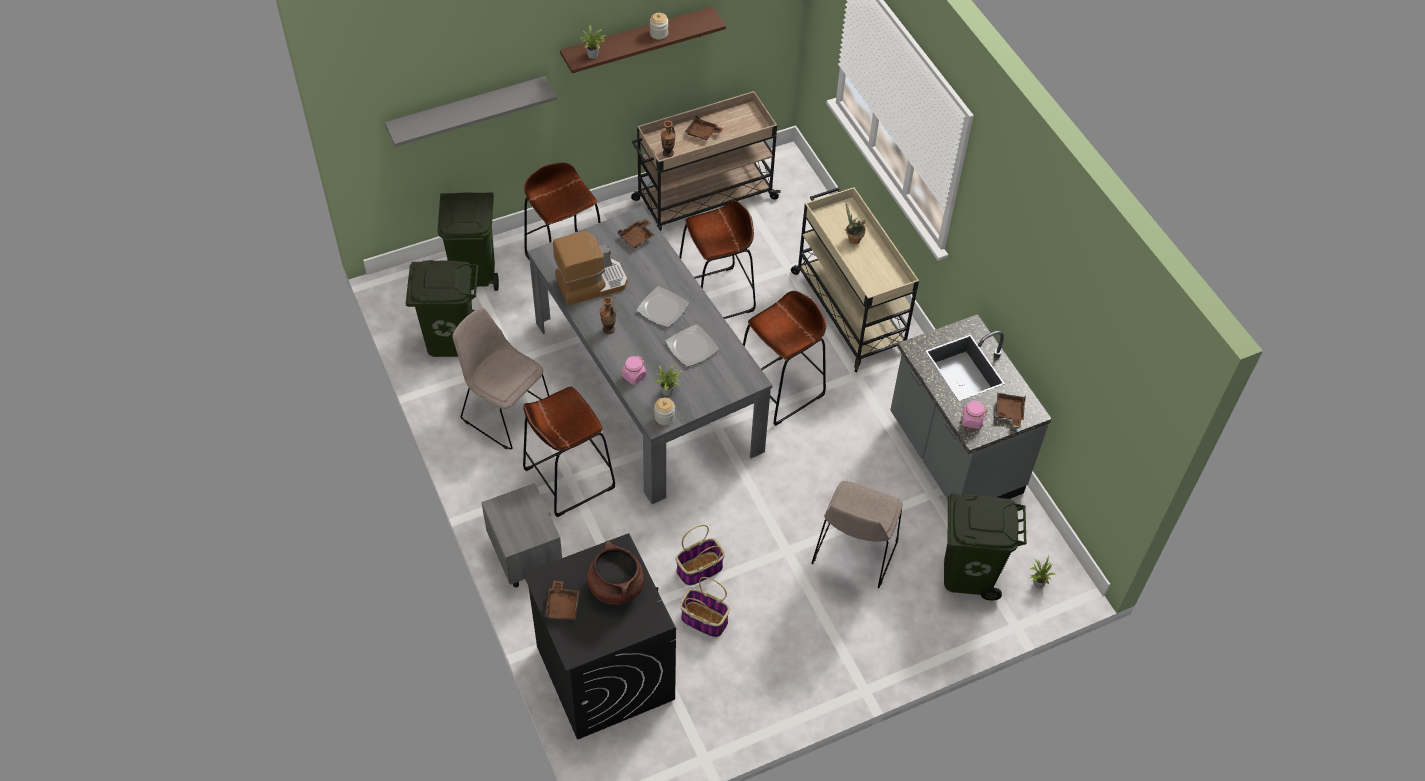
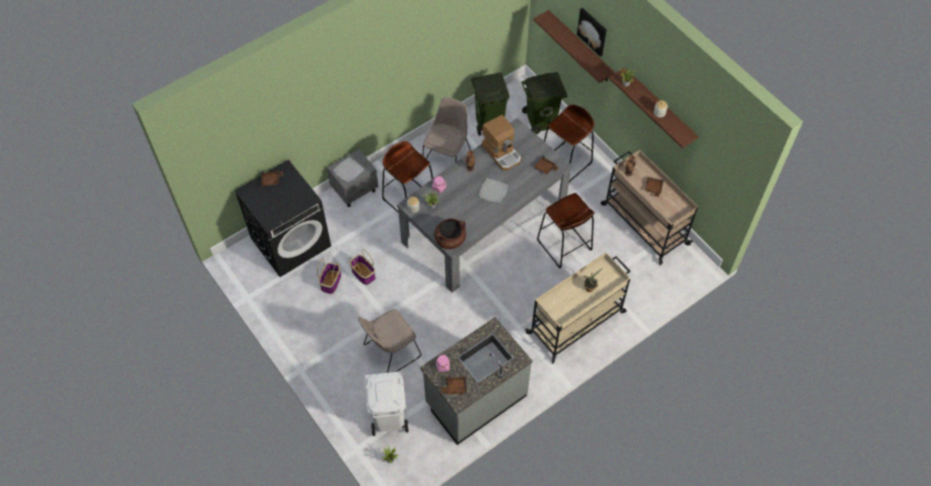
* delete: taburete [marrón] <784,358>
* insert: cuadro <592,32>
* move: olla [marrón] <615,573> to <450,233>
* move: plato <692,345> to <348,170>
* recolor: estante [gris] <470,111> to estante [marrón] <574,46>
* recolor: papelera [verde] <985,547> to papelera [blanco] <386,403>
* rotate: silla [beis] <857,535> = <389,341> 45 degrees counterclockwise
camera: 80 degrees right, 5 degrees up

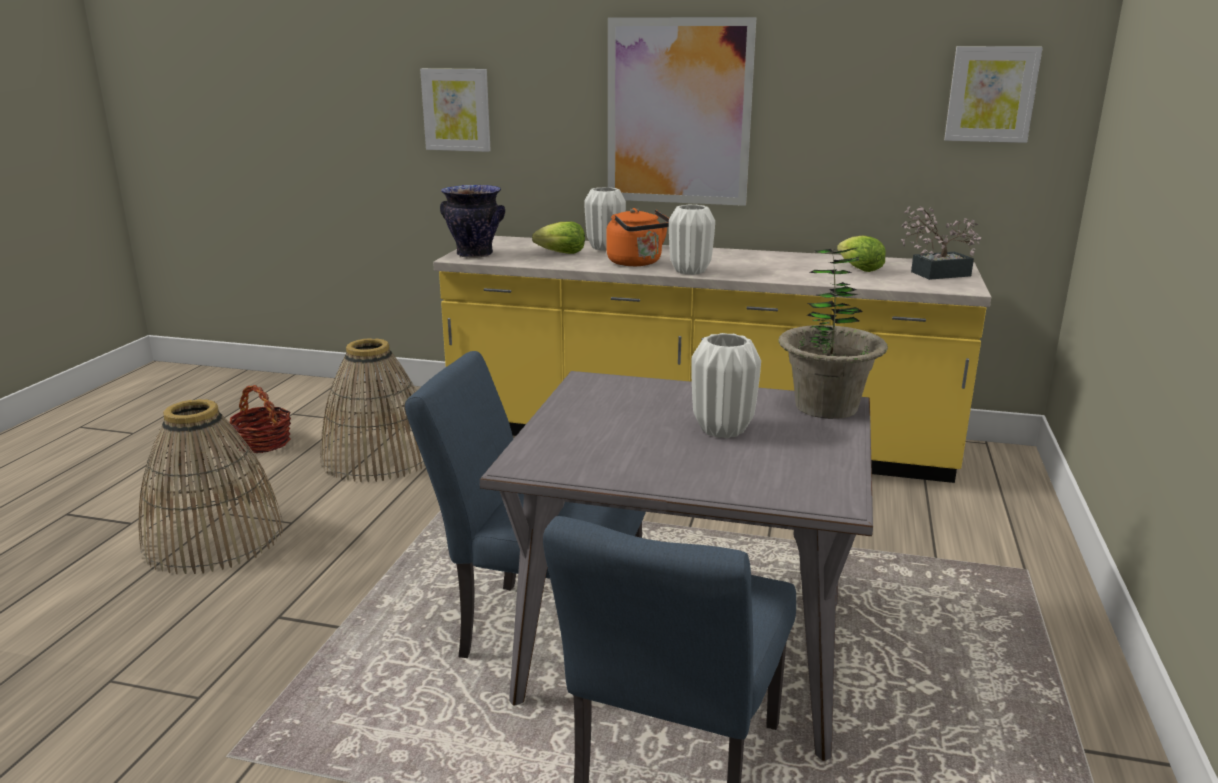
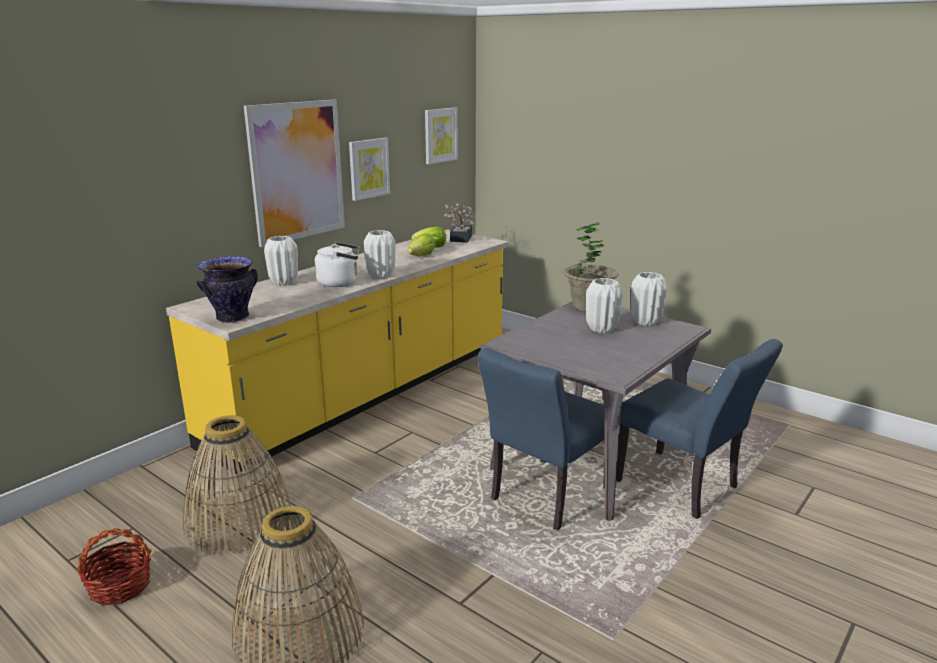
* insert: florero [blanco] <649,299>
* move: cuadro <455,110> to <369,169>
* move: lechuga <558,237> to <422,244>
* recolor: hervidor [naranja] <637,237> to hervidor [blanco] <337,264>
camera: 65 degrees left, 0 degrees up

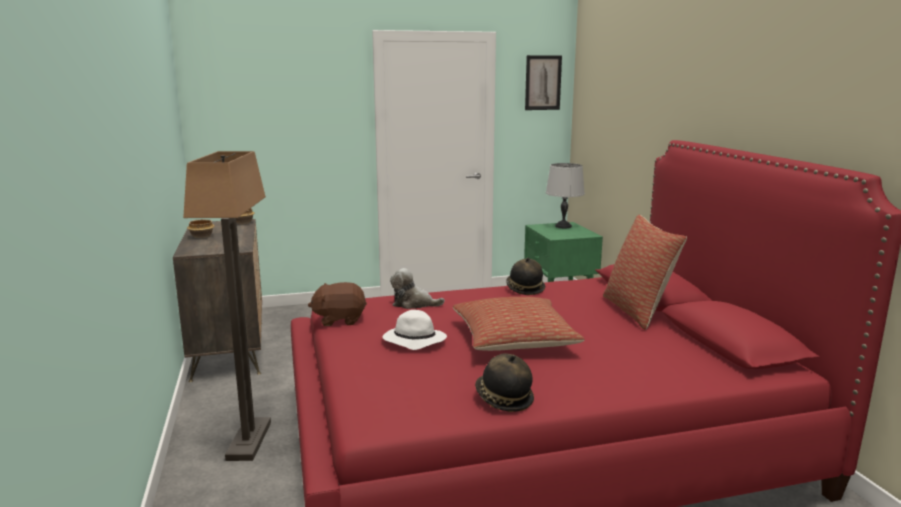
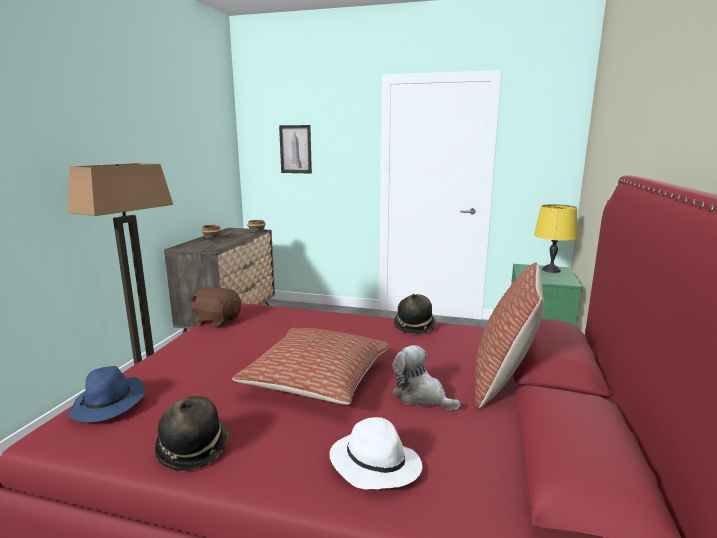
* insert: sombrero [azul] <106,394>
* move: sombrero [blanco] <414,330> to <376,453>
* move: peluche <417,288> to <426,377>
* move: cuadro <543,82> to <295,149>
* recolor: lámpara de mesa [gris] <565,195> to lámpara de mesa [amarillo] <556,238>
camera: 30 degrees right, 0 degrees up

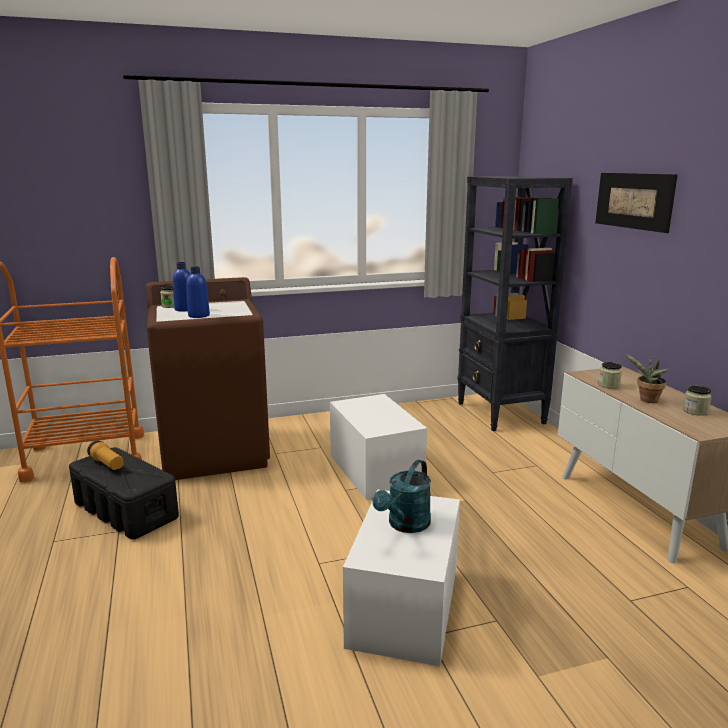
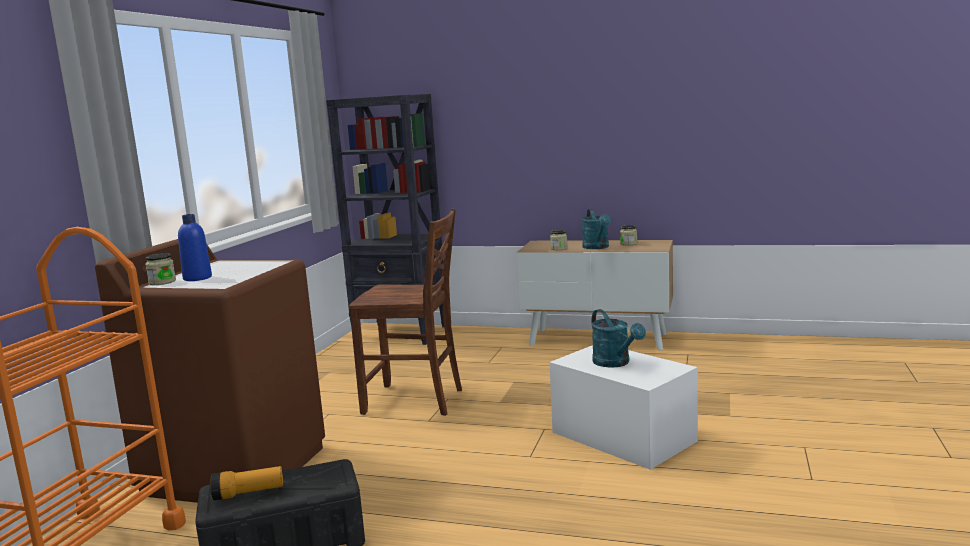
* delete: botella [azul] <198,292>
* delete: cuadro <636,203>
* replace: caja de almacenaje [blanco] <378,446> to silla [marrón] <405,312>
* replace: planta en maceta <647,378> to regadera [turquesa] <596,229>
camera: 55 degrees left, 5 degrees down

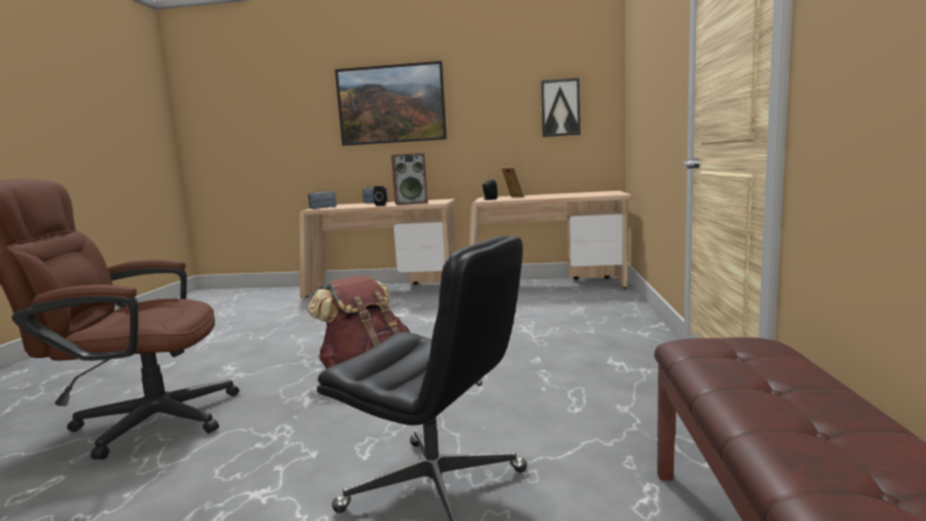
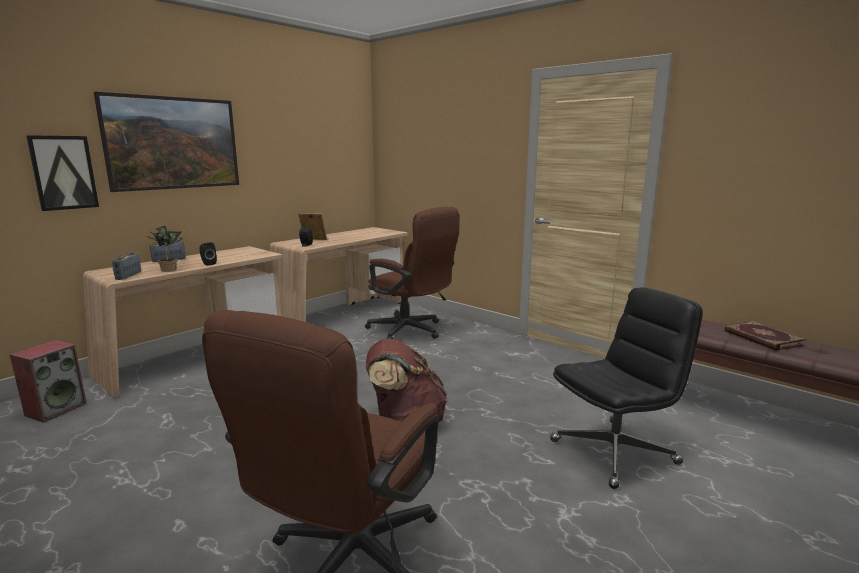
* insert: planta en maceta <165,249>
* insert: silla de oficina [marrón] <412,273>
* insert: libro <765,336>
* move: altavoz <409,179> to <48,381>
* move: cuadro <560,107> to <62,173>
camera: 55 degrees left, 5 degrees up

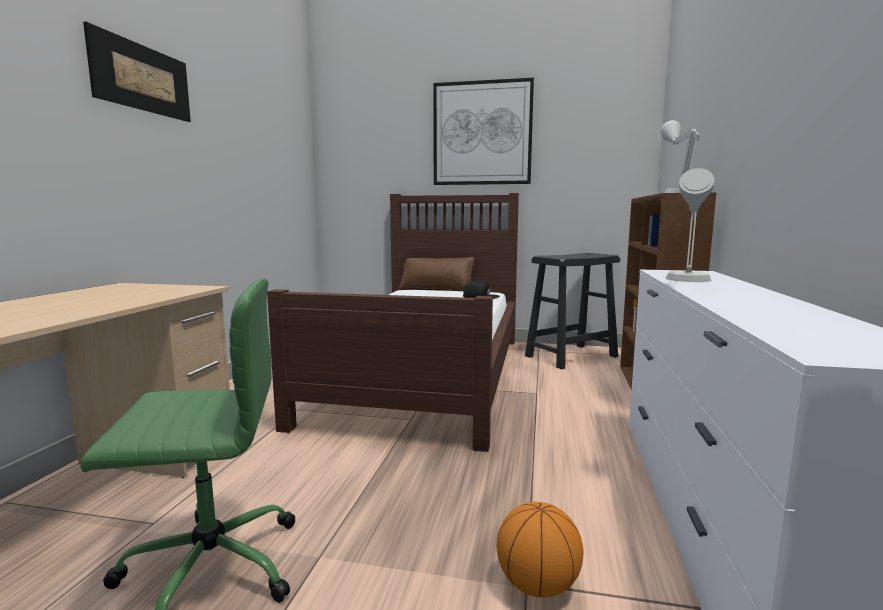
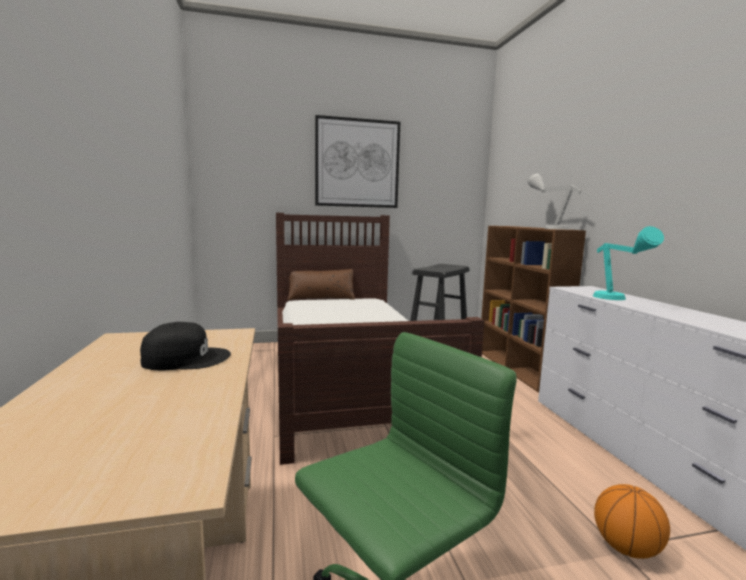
* delete: cuadro <137,72>
* move: gorra [negro] <481,289> to <185,346>
* recolor: lámpara de mesa [gris] <689,225> to lámpara de mesa [turquesa] <628,263>
camera: 25 degrees left, 0 degrees up

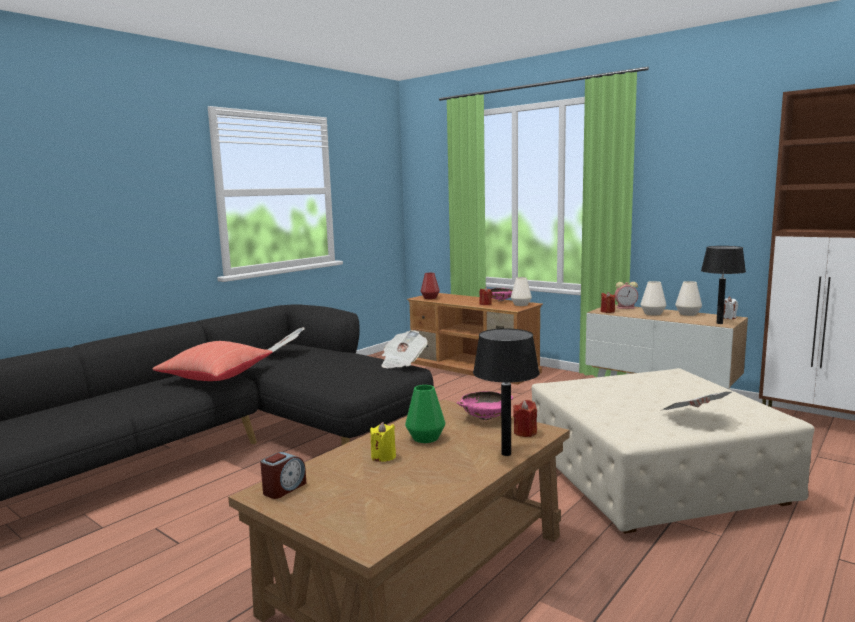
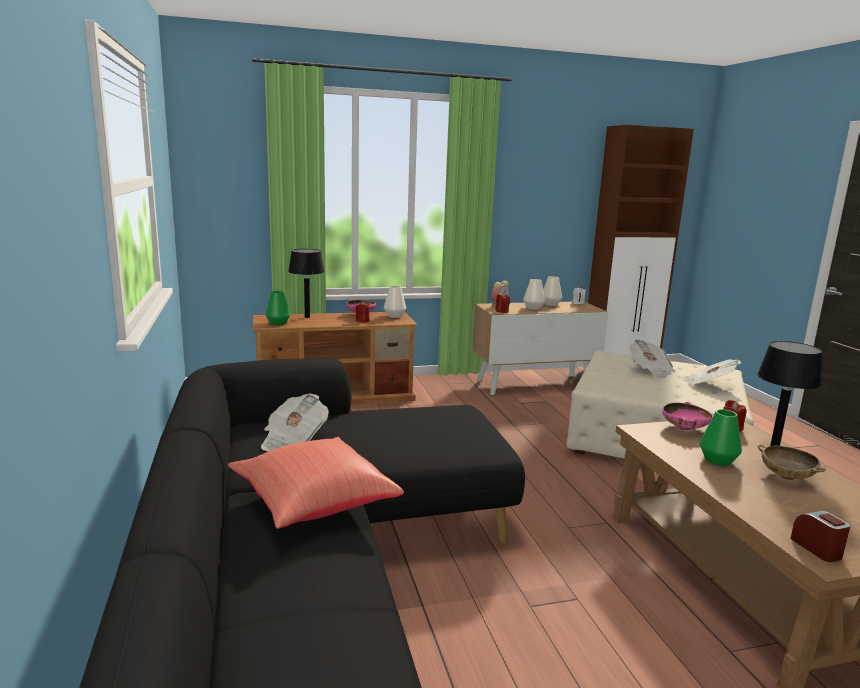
* delete: vela [amarillo] <383,442>
* insert: cuenco [beis] <792,462>
* move: periódico <405,349> to <652,359>
* move: lámpara de mesa [negro] <723,285> to <306,283>
* recolor: florero [rojo] <430,286> to florero [verde] <277,308>
camera: 55 degrees left, 5 degrees up

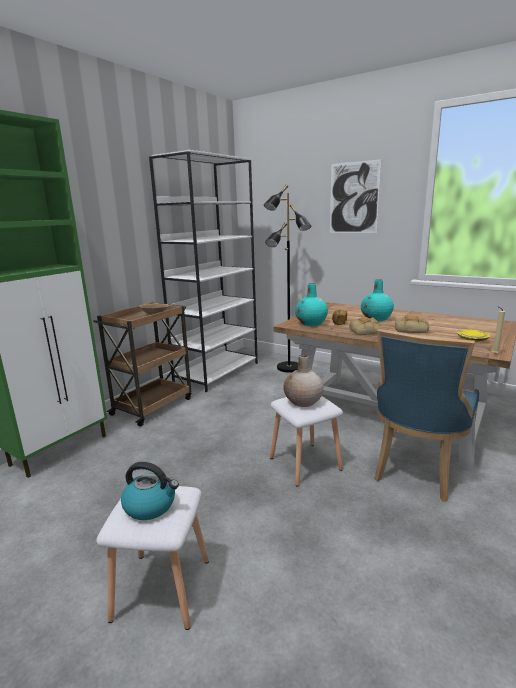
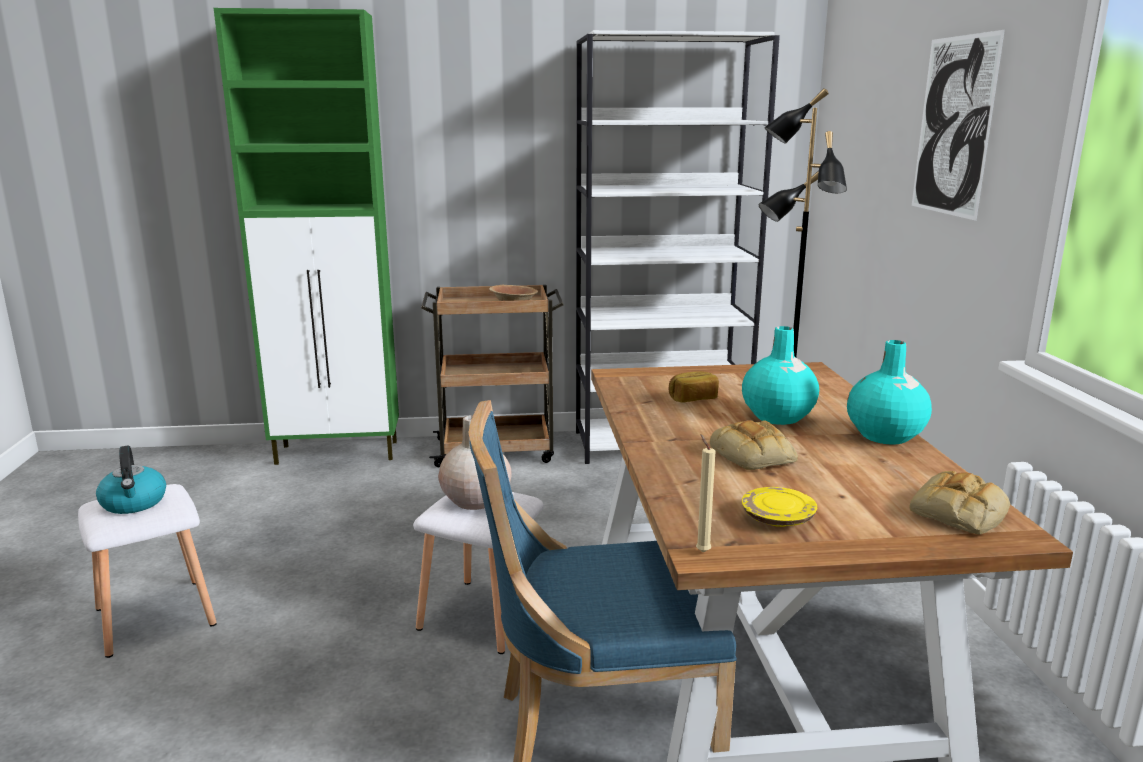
* move: florero [turquesa] <311,304> to <889,392>
* move: pan <366,326> to <959,503>
camera: 50 degrees right, 0 degrees up

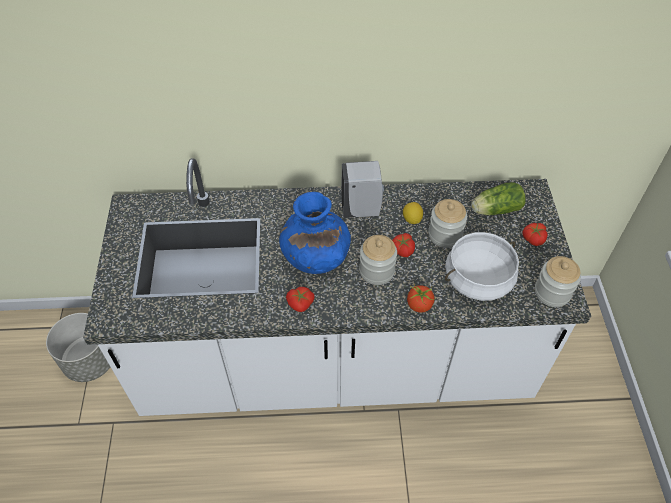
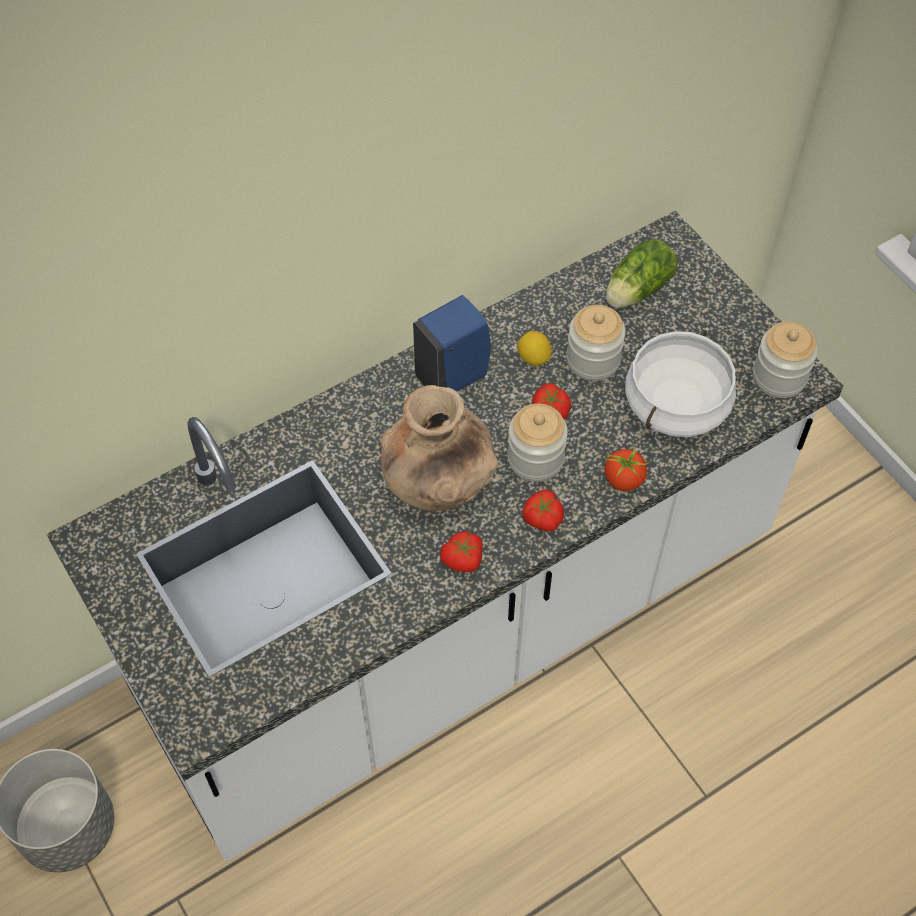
* move: tomate <535,234> to <543,510>
* recolor: florero [azul] <315,233> to florero [marrón] <439,448>
* recolor: dispensador de jabón [blanco] <362,189> to dispensador de jabón [azul] <452,343>
camera: 30 degrees left, 5 degrees up

